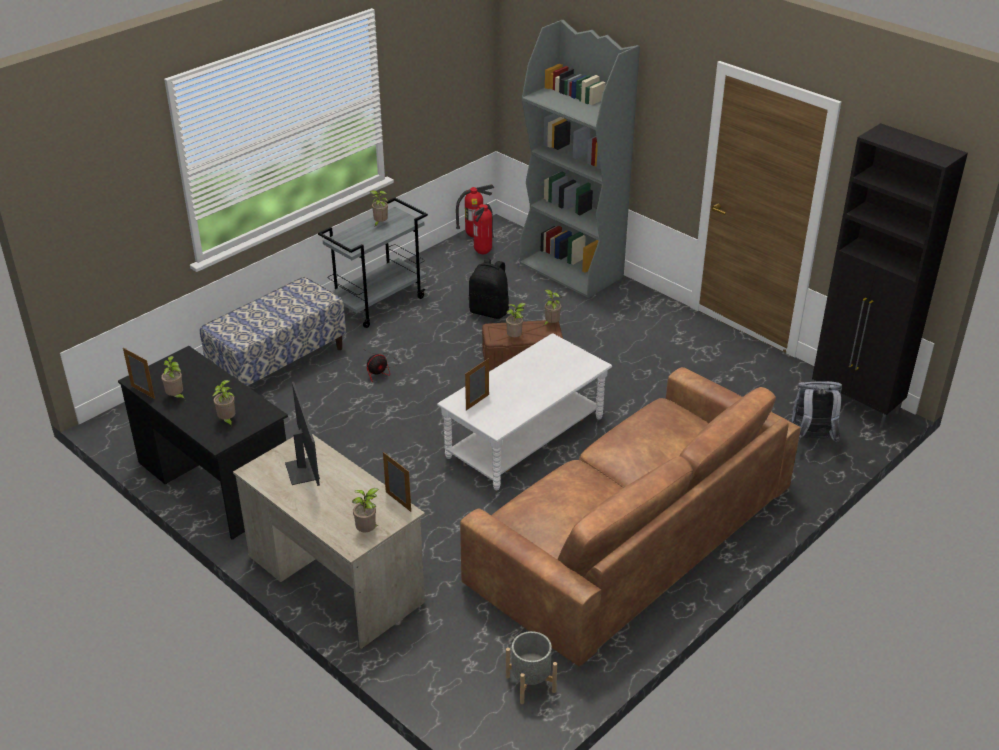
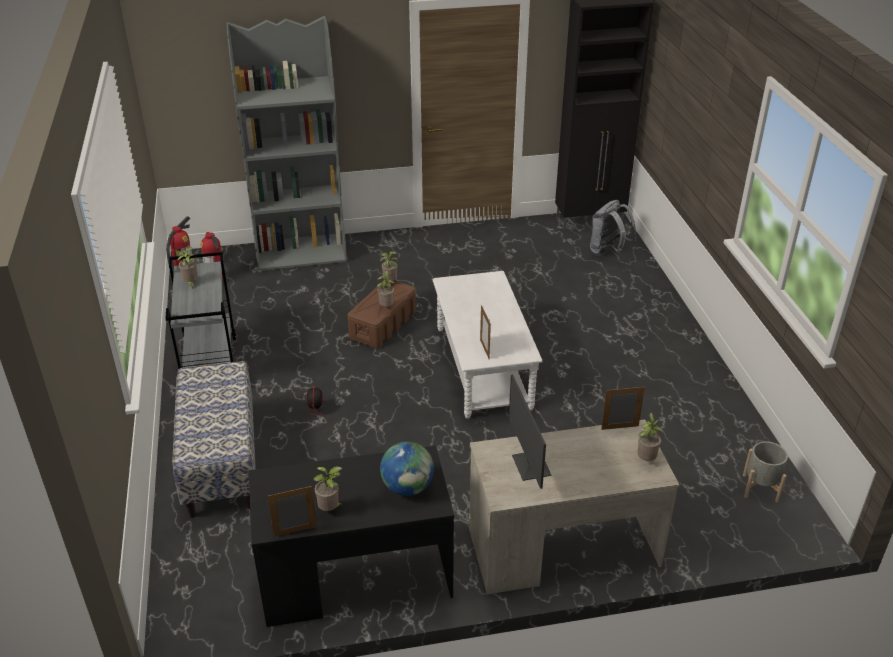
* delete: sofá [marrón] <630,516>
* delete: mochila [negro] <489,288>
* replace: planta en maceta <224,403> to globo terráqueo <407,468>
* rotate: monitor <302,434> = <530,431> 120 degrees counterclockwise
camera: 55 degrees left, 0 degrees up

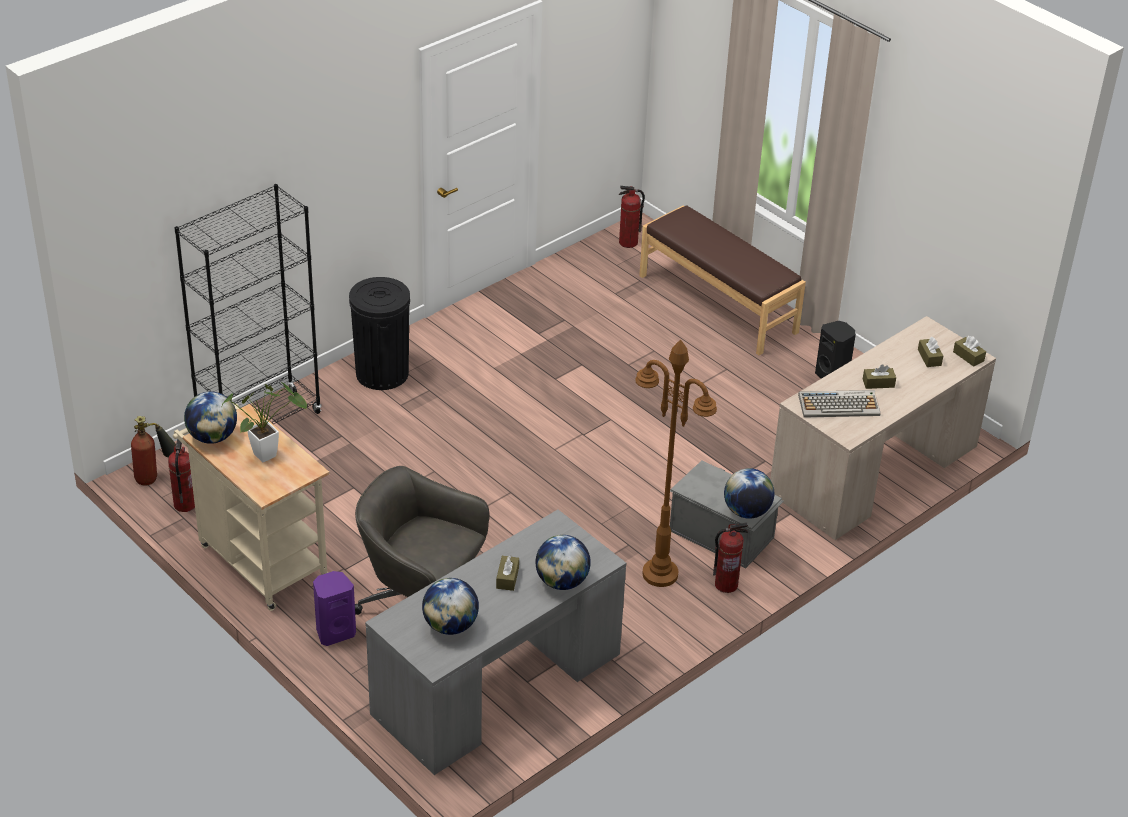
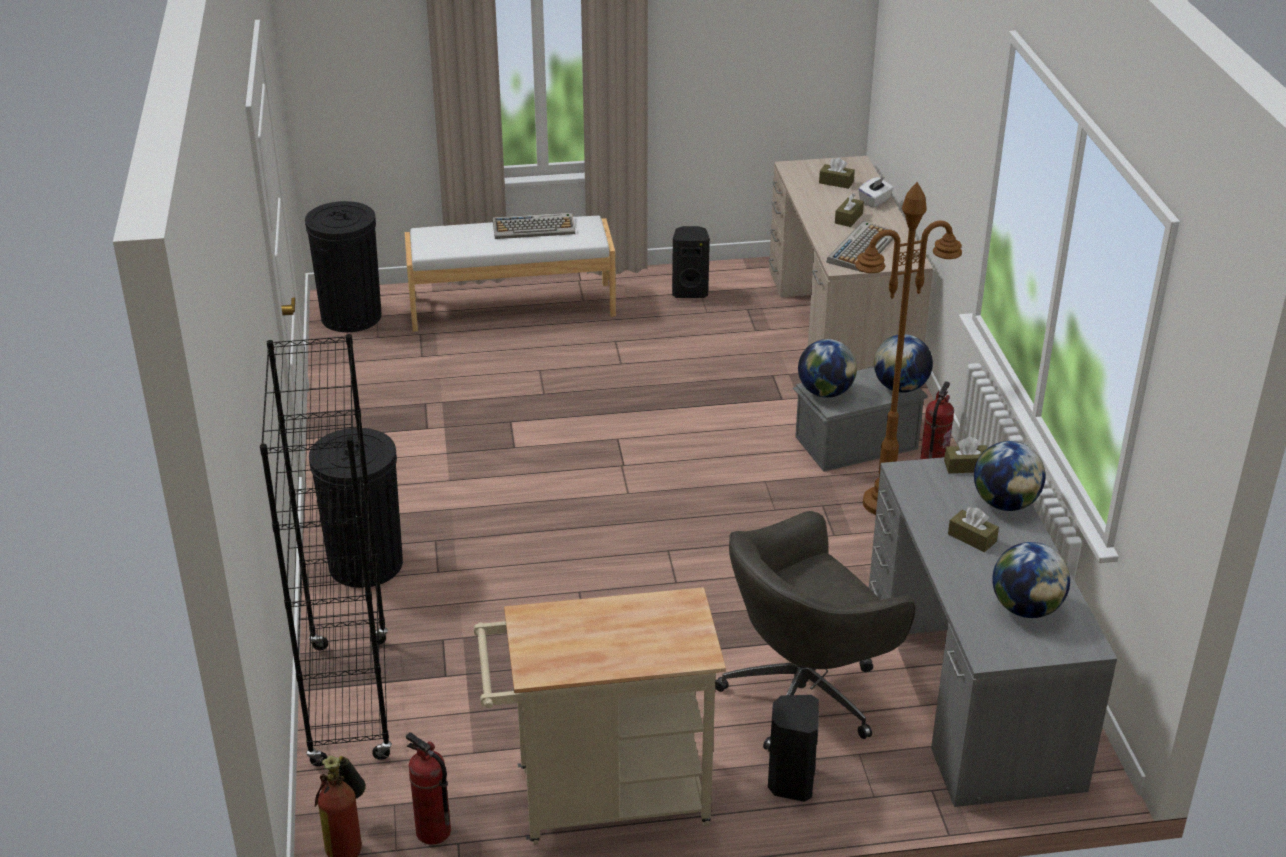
* delete: planta en maceta <264,422>
* insert: teclado <534,226>
* insert: caja de pañuelos [blanco] <876,192>
* move: globo terráqueo <210,417> to <827,368>
* move: caja de pañuelos [marrón] <969,351> to <965,455>
* replace: extintor <632,217> to papelera [negro] <343,266>
* recolor: altavoz [morado] <334,608> to altavoz [negro] <793,748>
* recolor: banco [marrón] <722,280> to banco [blanco] <510,274>
camera: 55 degrees left, 5 degrees down

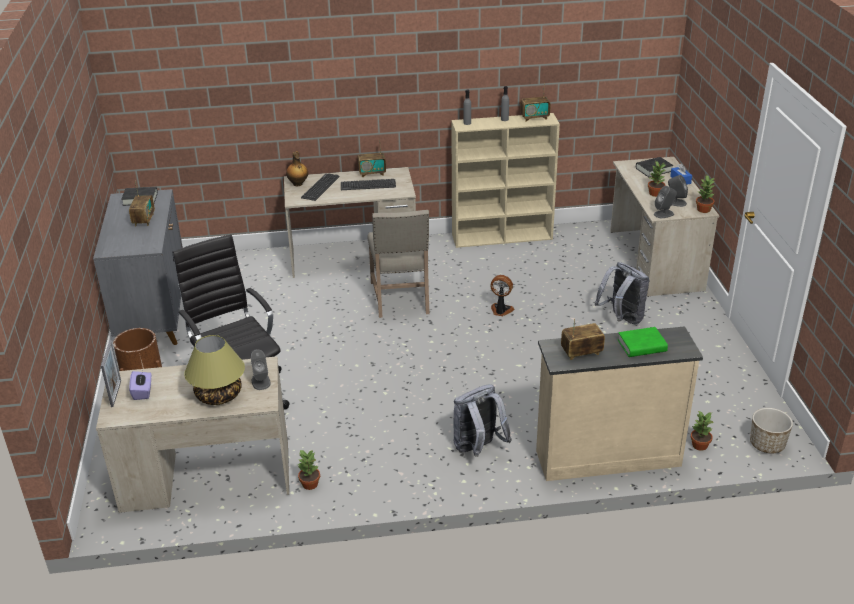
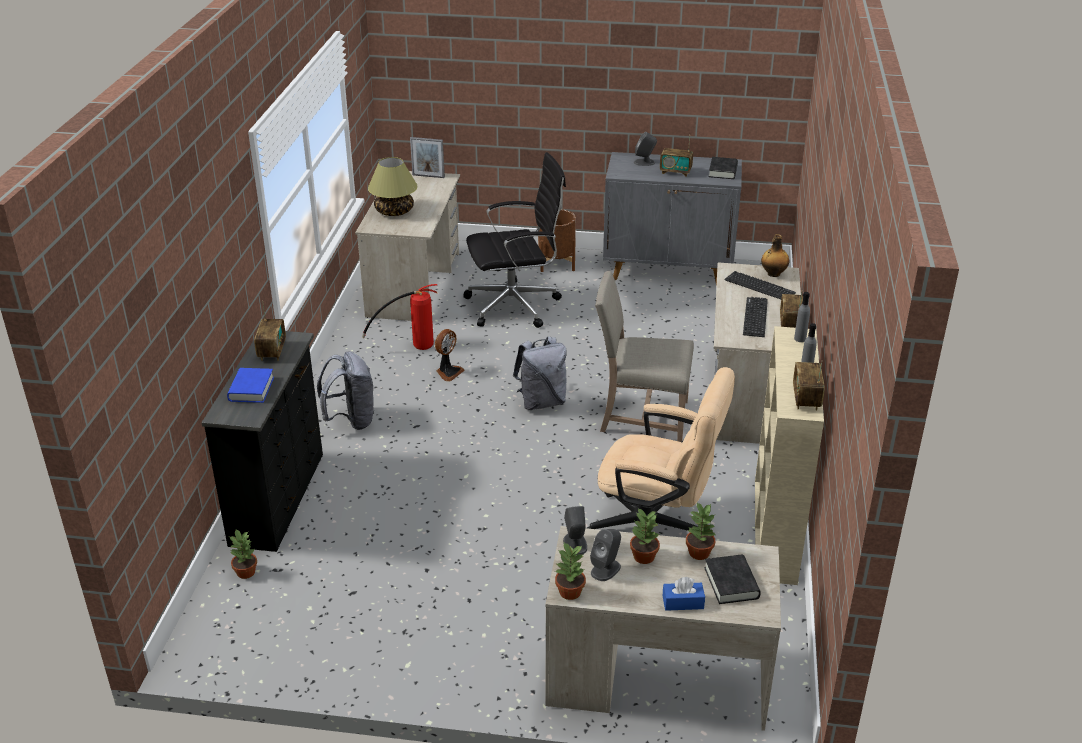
* delete: caja de pañuelos [morado] <140,385>
* delete: maceta <771,430>
* insert: extintor <399,317>
* insert: silla de oficina [beis] <661,448>
* move: altavoz [gris] <260,369> to <645,149>
* move: planta en maceta <309,470> to <701,531>
* move: ventilador <502,295> to <450,355>
* move: mochila [gris] <622,293> to <540,373>
* recolor: cómoda [beis] <619,403> to cómoda [negro] <262,441>
* recolor: libro [verde] <643,342> to libro [azul] <250,385>
camera: 105 degrees right, 0 degrees up

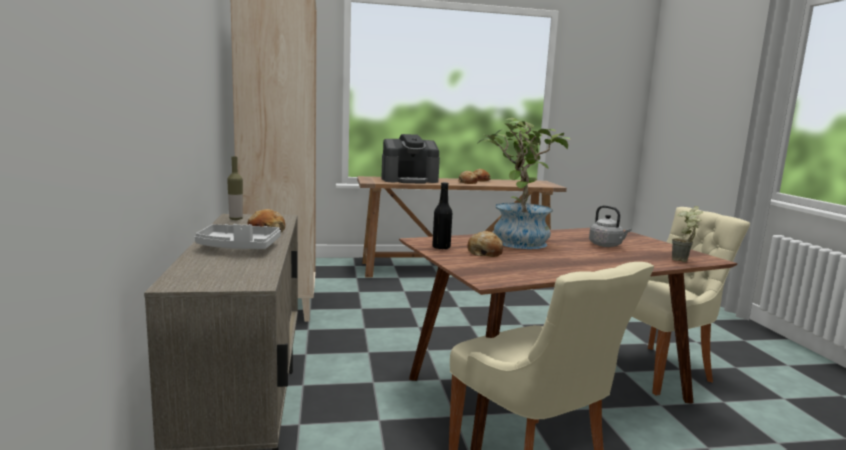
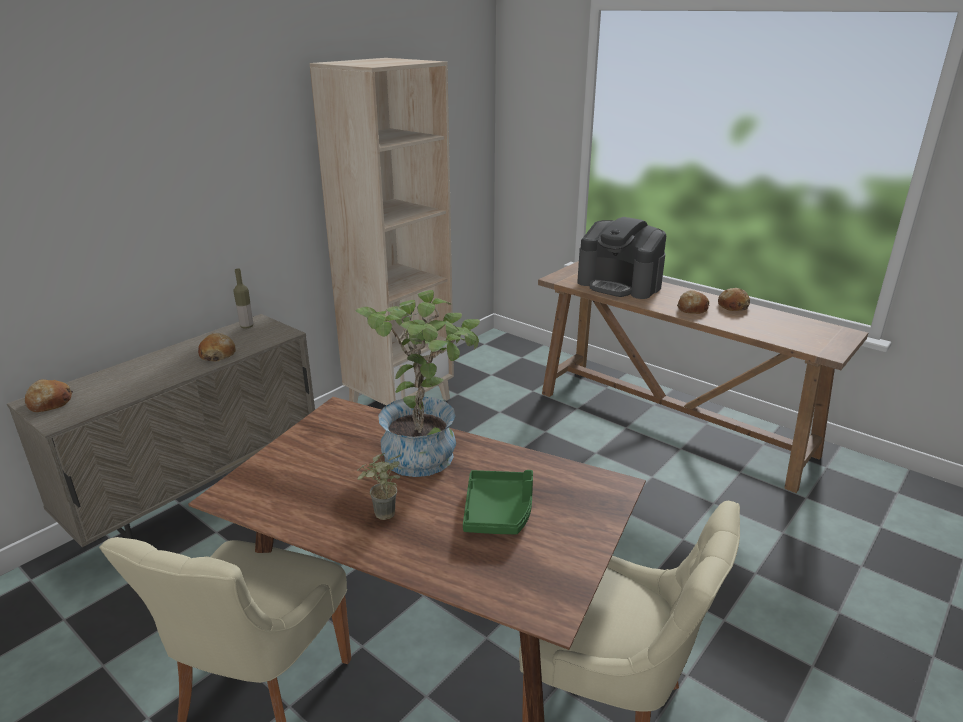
* delete: bandeja [gris] <238,236>
* delete: botella [negro] <442,215>
* move: pan <485,244> to <49,395>
* move: planta en maceta <687,234> to <379,486>
* replace: hervidor [gris] <610,226> to bandeja [verde] <498,502>
camera: 50 degrees right, 15 degrees up

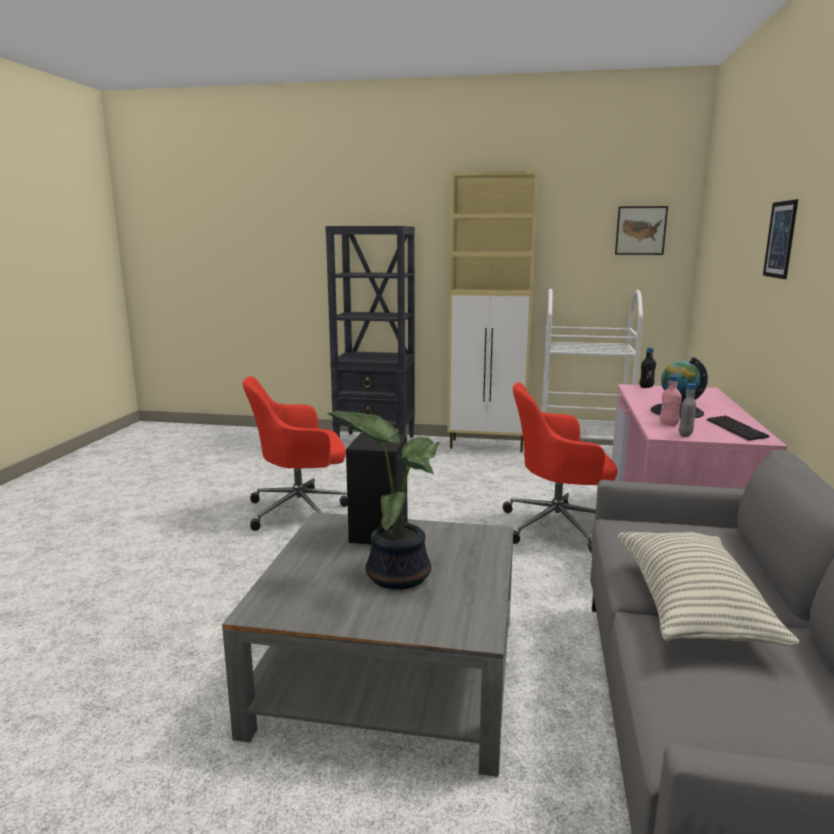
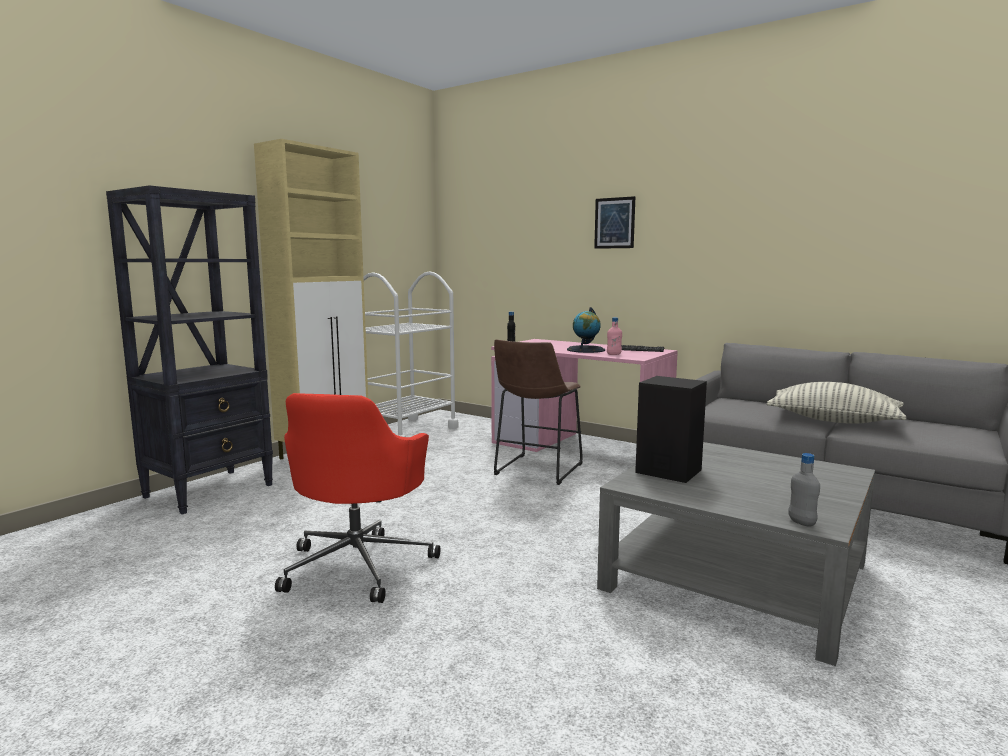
* delete: planta en maceta <383,500>
* delete: cuadro <641,230>
* move: botella [gris] <687,410> to <804,490>
* replace: silla de oficina [rojo] <560,467> to taburete [marrón] <538,412>
camera: 65 degrees left, 5 degrees down

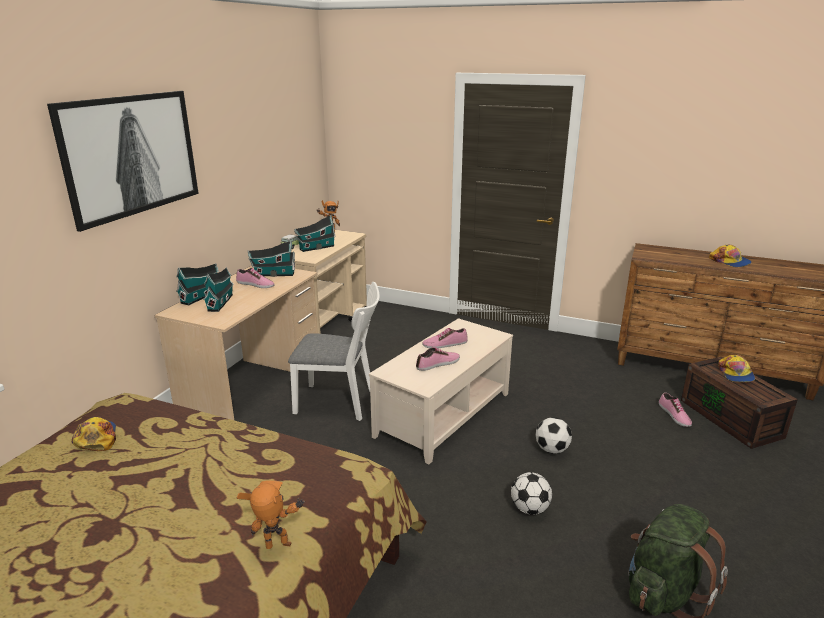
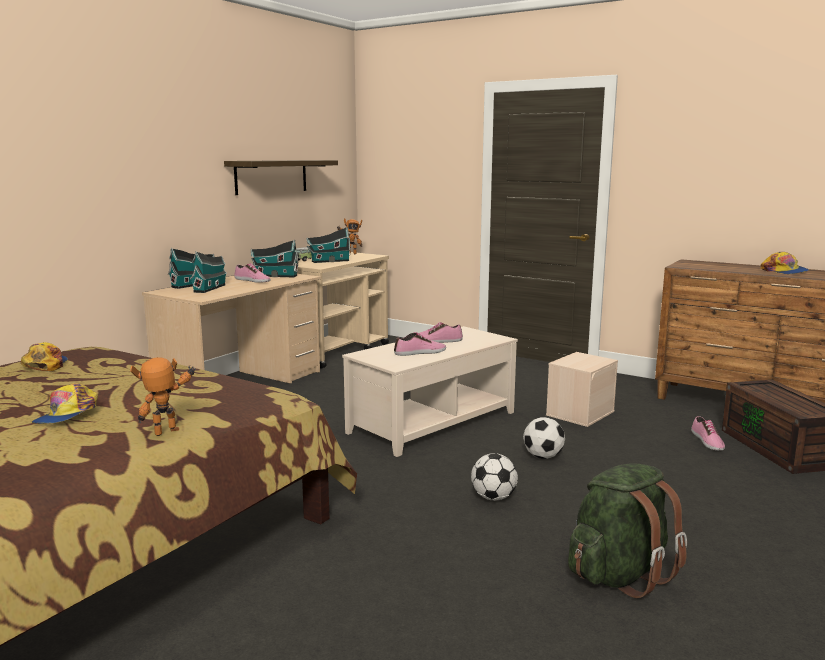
* delete: cuadro <123,161>
* delete: silla [blanco] <333,351>
* insert: estante <281,177>
* insert: caja de almacenaje [beis] <582,389>
* move: gorra <737,368> to <65,403>
* rotate: robot de juguete <271,514> = <163,396> 45 degrees counterclockwise
camera: 10 degrees right, 10 degrees down

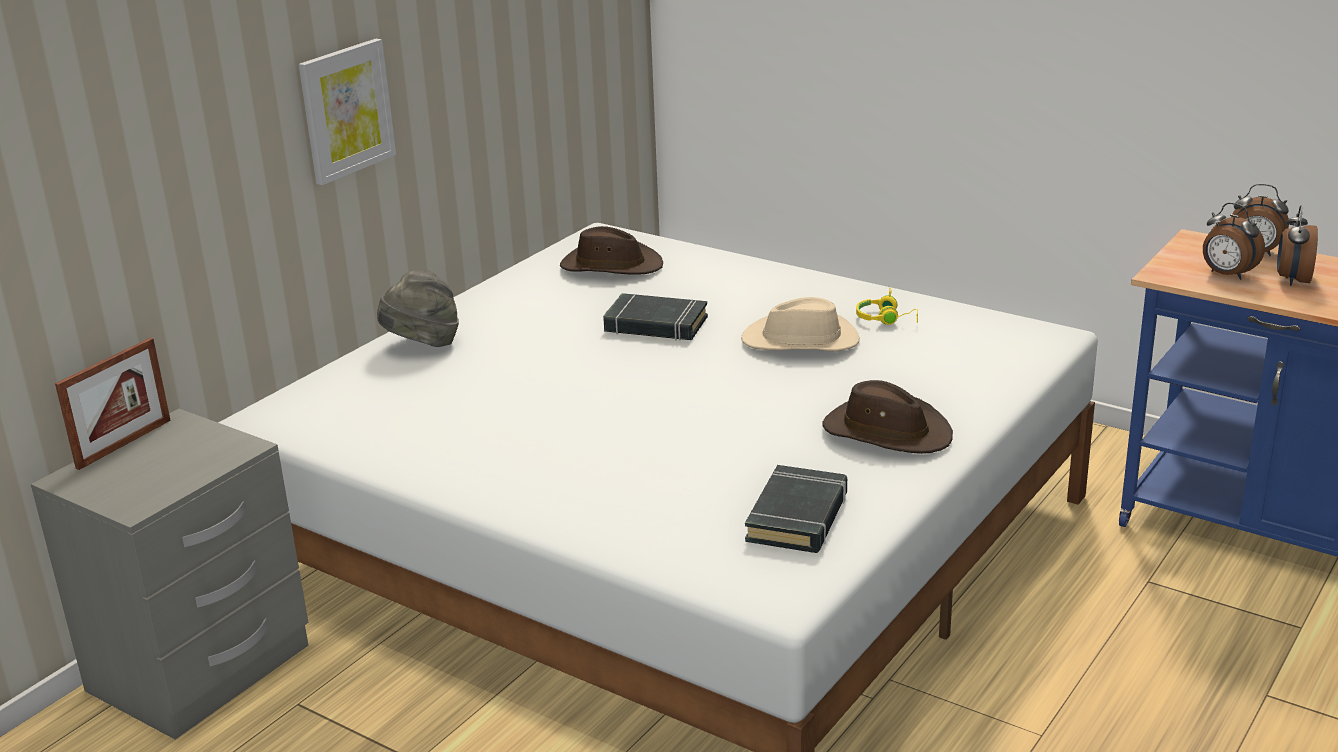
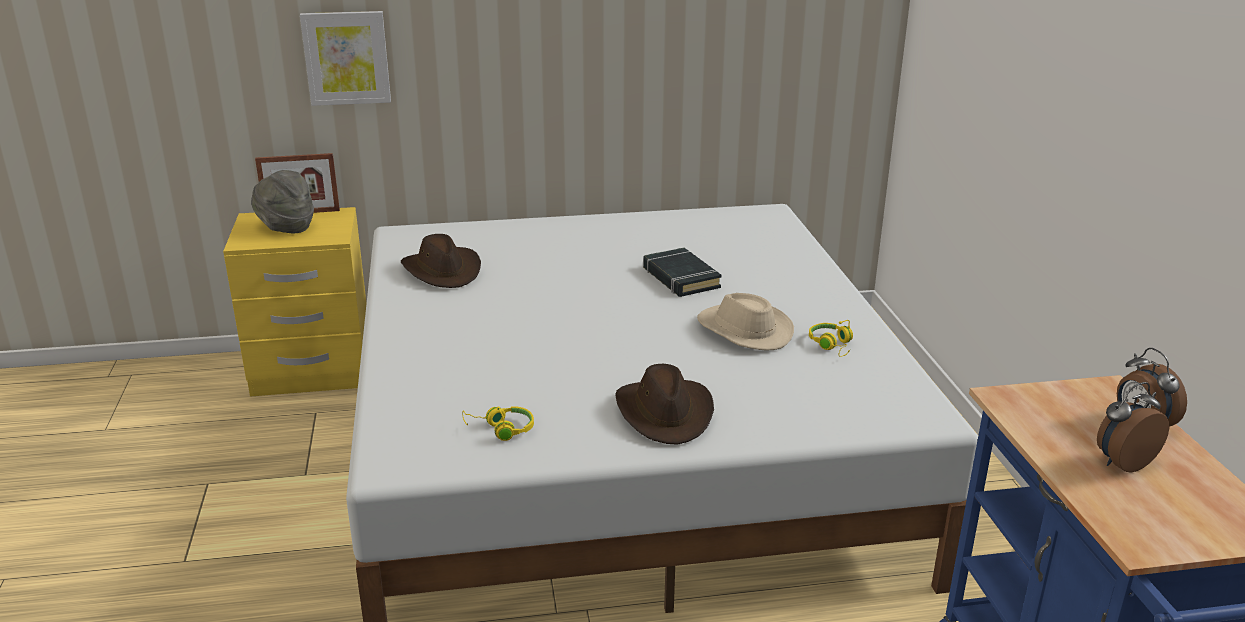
* delete: despertador <1234,241>
* move: cuadro <347,112> to <345,58>
* move: sombrero [gris] <418,308> to <282,201>
* move: sombrero [marrón] <611,250> to <441,261>
* replace: libro [negro] <796,509> to auriculares [amarillo] <498,423>
* recolor: mesita de noche [gris] <170,574> to mesita de noche [amarillo] <295,302>
camera: 45 degrees right, 0 degrees up

